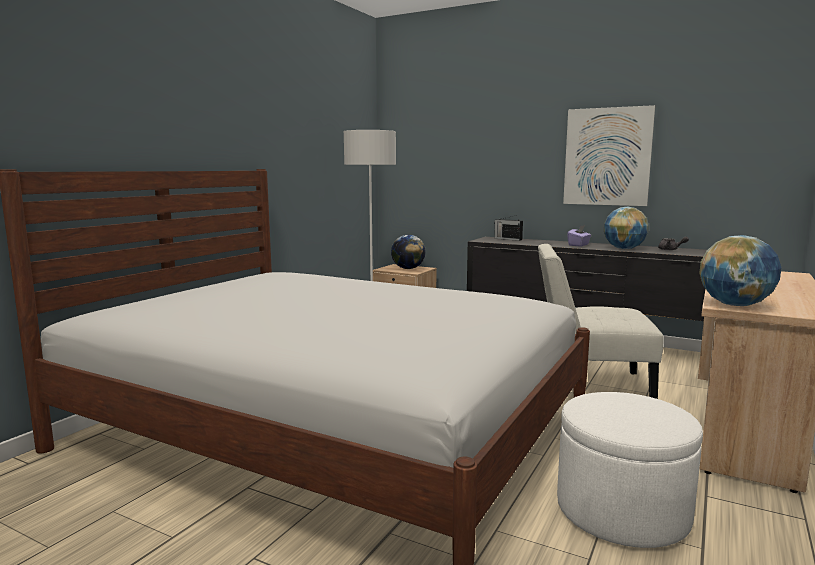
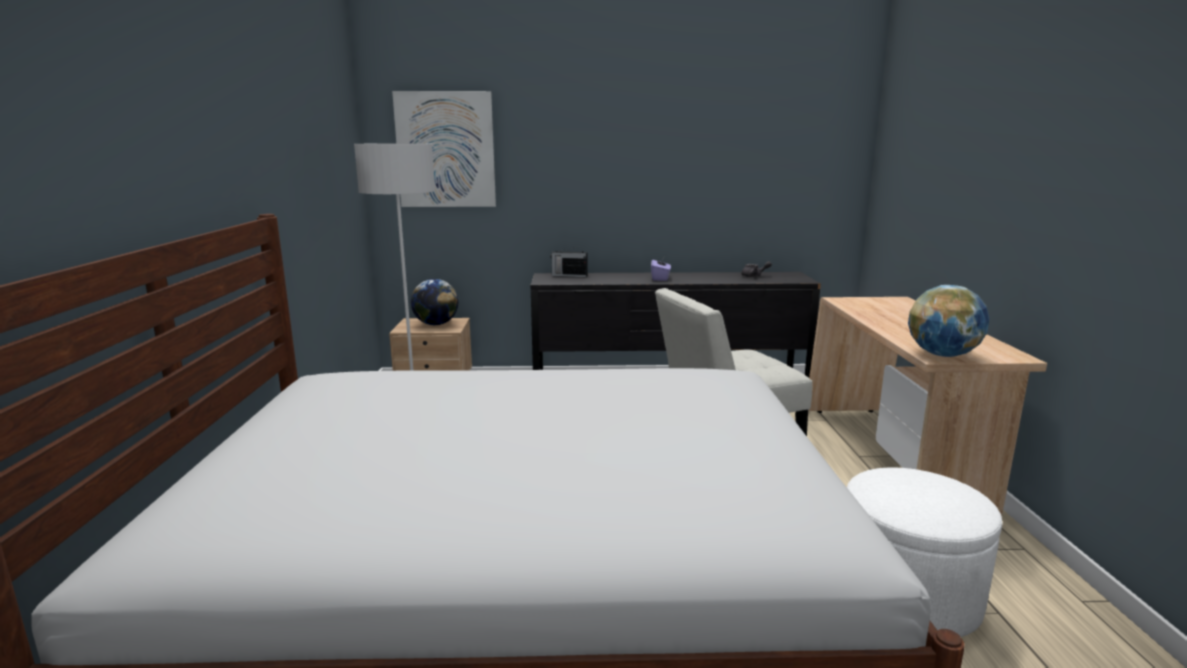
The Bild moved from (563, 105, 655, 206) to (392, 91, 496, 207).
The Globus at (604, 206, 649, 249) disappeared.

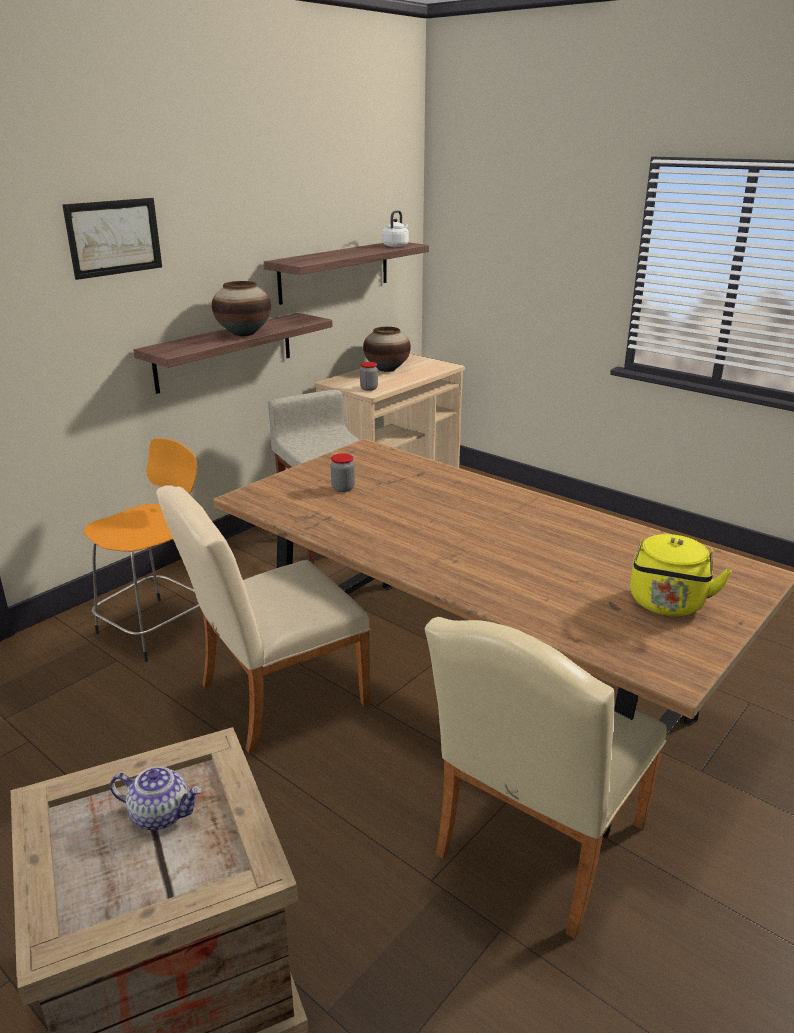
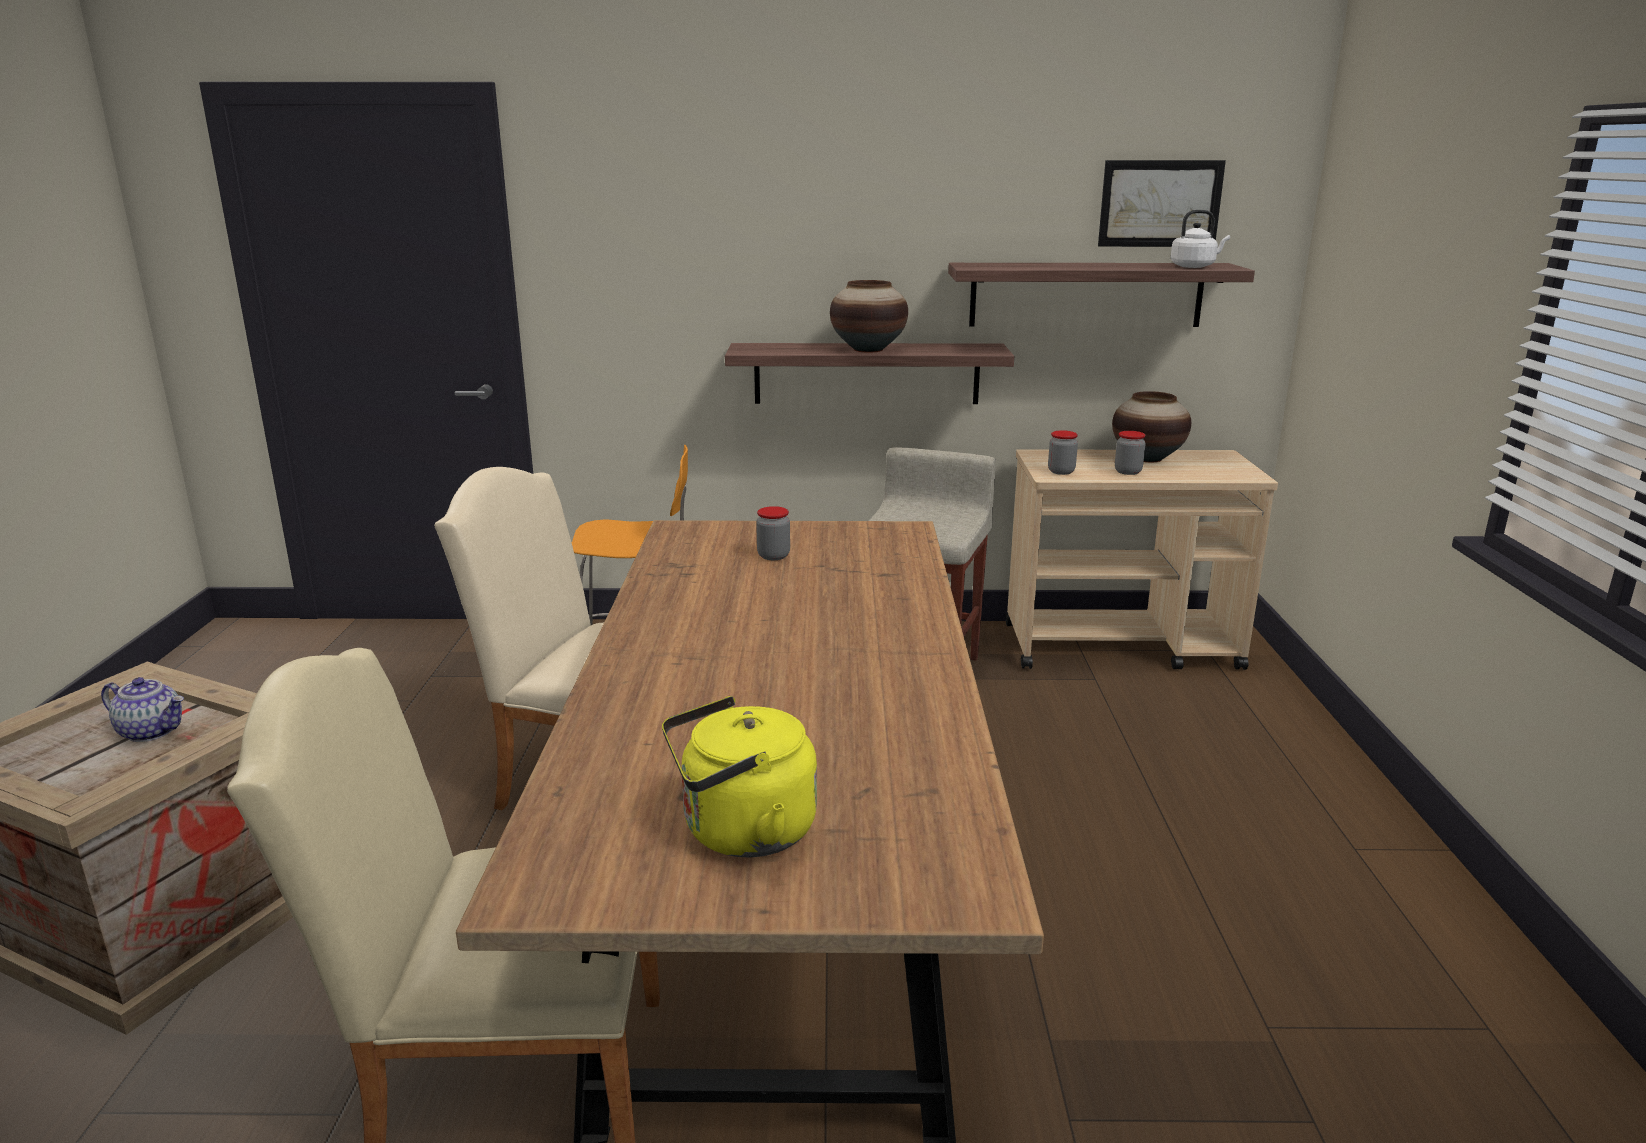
The Bild moved from (62, 198, 162, 280) to (1098, 160, 1226, 247).
The Teekanne at (110, 766, 202, 830) turned 45 degrees counterclockwise.
The Vorratsglas at (1115, 431, 1146, 475) appeared.

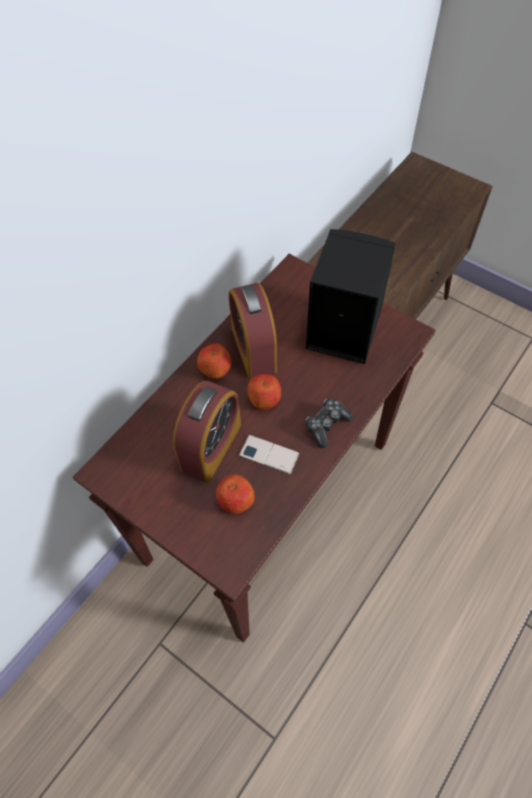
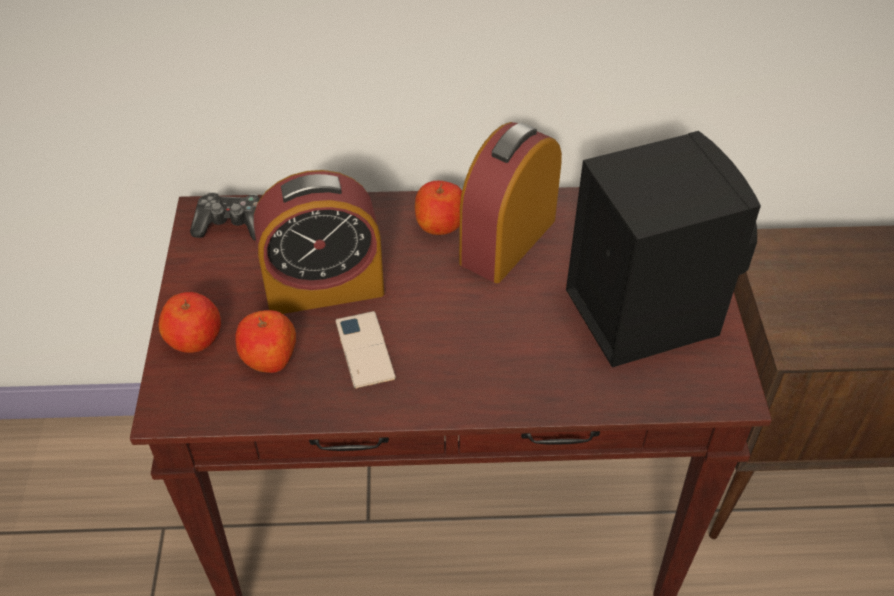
The Apfel moved from (247, 374, 281, 410) to (158, 292, 221, 353).
The Gamepad moved from (306, 399, 353, 448) to (190, 192, 260, 240).

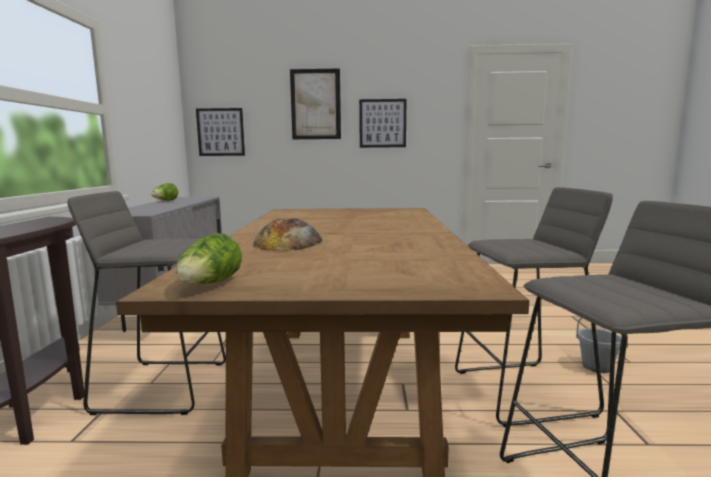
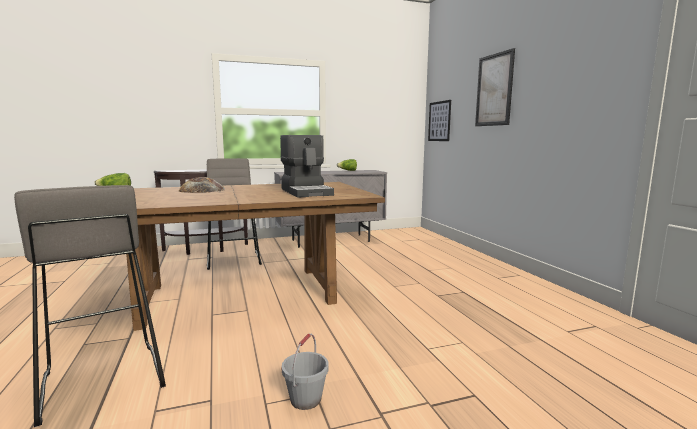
The Bild at (359, 99, 406, 148) disappeared.
The Hocker [grau] at (455, 187, 613, 427) disappeared.
The Kaffeemaschine at (280, 135, 334, 198) appeared.

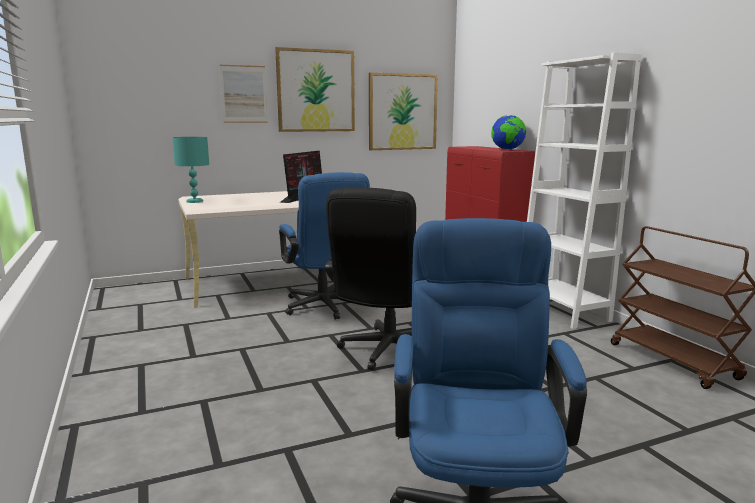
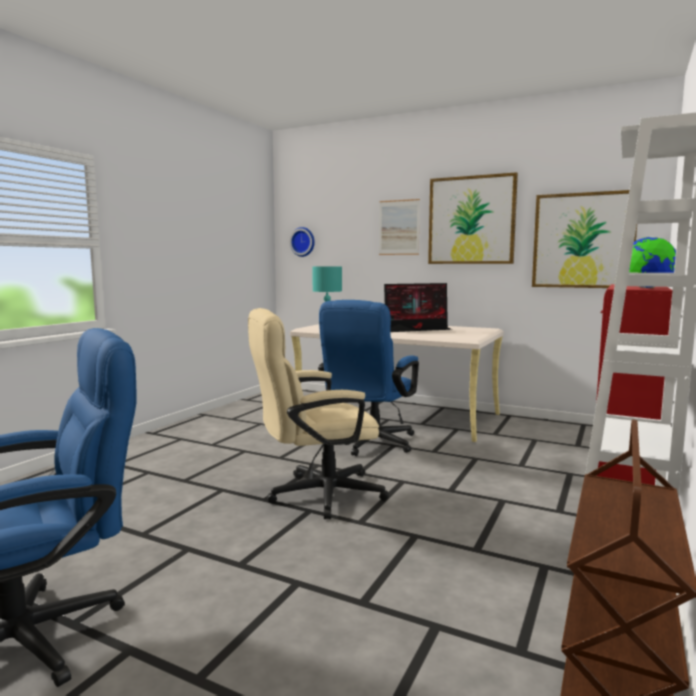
The Bürostuhl [schwarz] at (325, 187, 416, 371) became the Bürostuhl [beige] at (248, 308, 389, 519).
The Wanduhr at (290, 227, 315, 257) appeared.

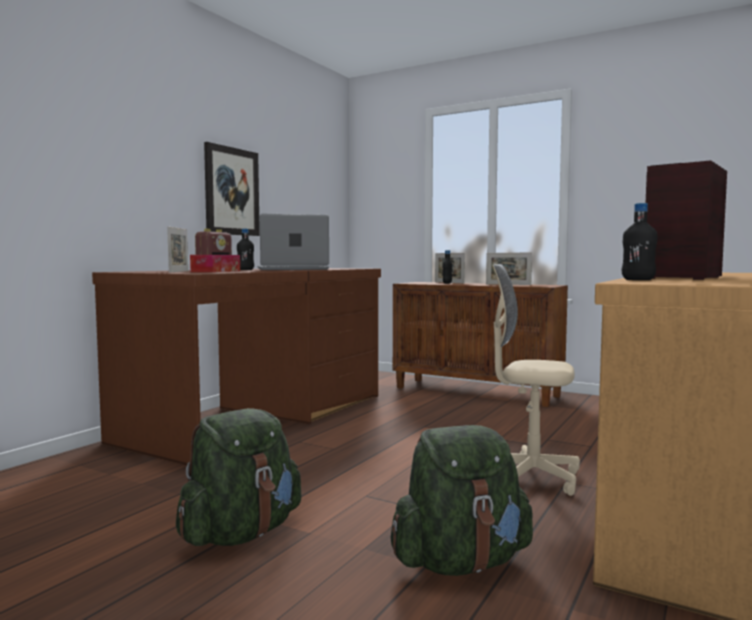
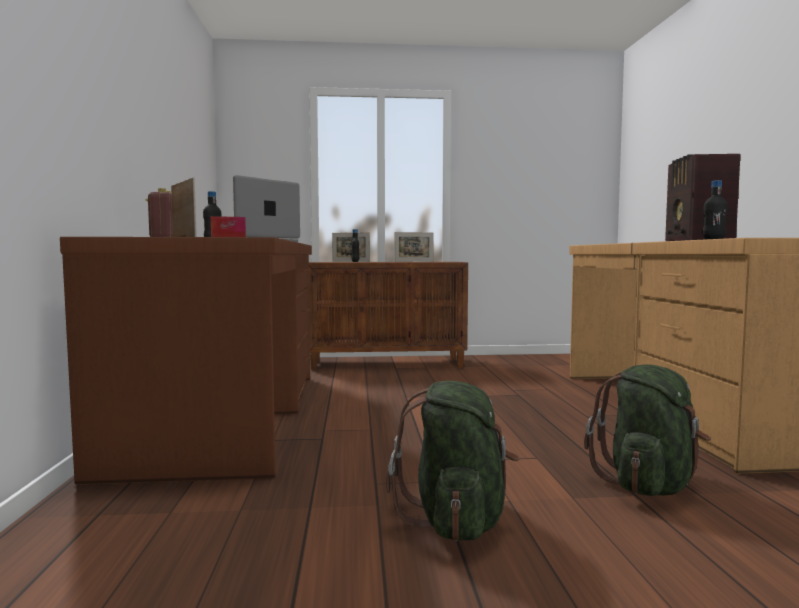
The Bild at (204, 142, 260, 236) disappeared.
The Bürostuhl [beige] at (493, 264, 580, 496) disappeared.

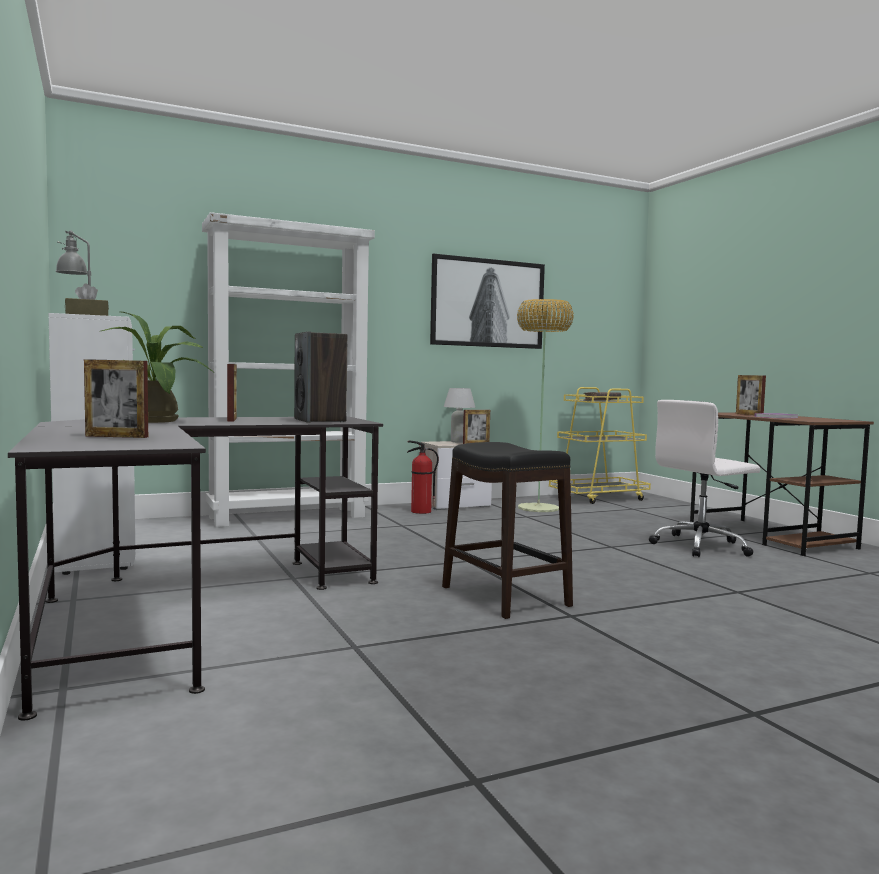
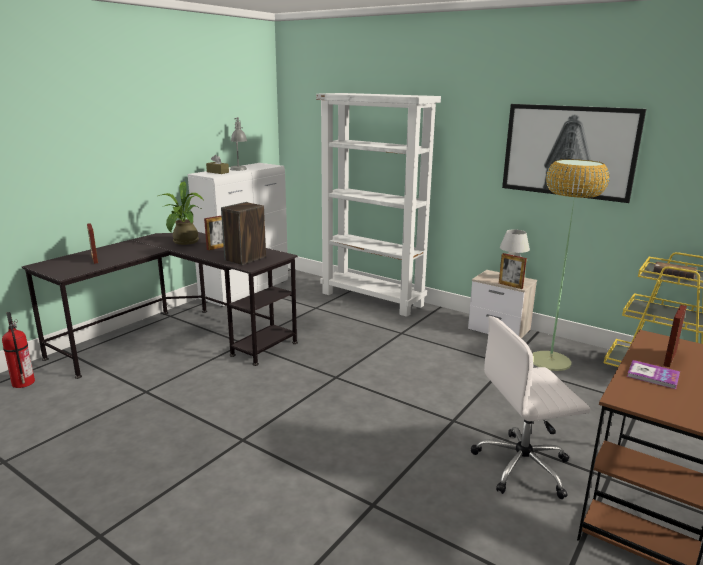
The Bürostuhl [weiß] at (649, 400, 760, 557) turned 45 degrees counterclockwise.
The Feuerlöscher moved from (407, 441, 439, 514) to (2, 312, 35, 388).
The Hocker [schwarz] at (442, 442, 573, 619) disappeared.

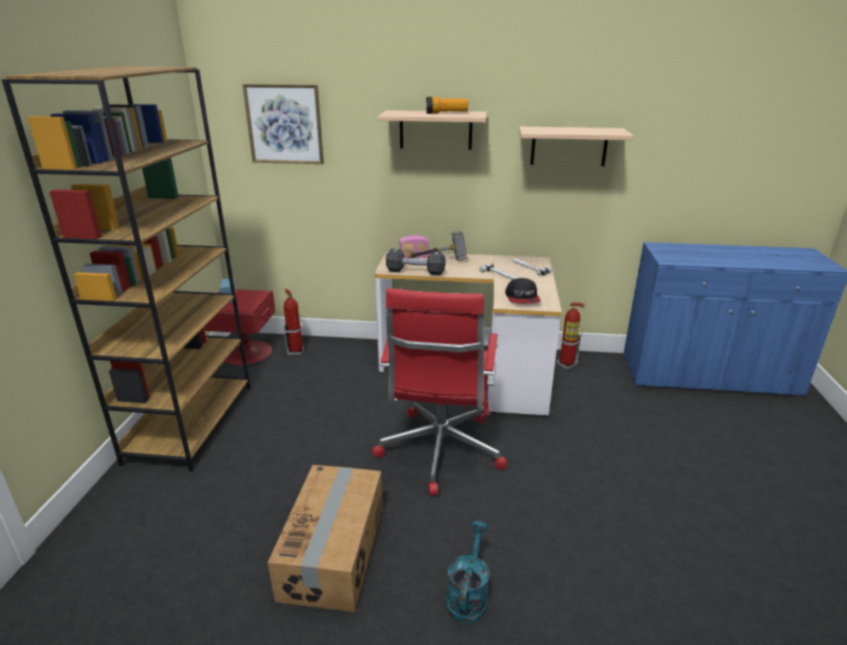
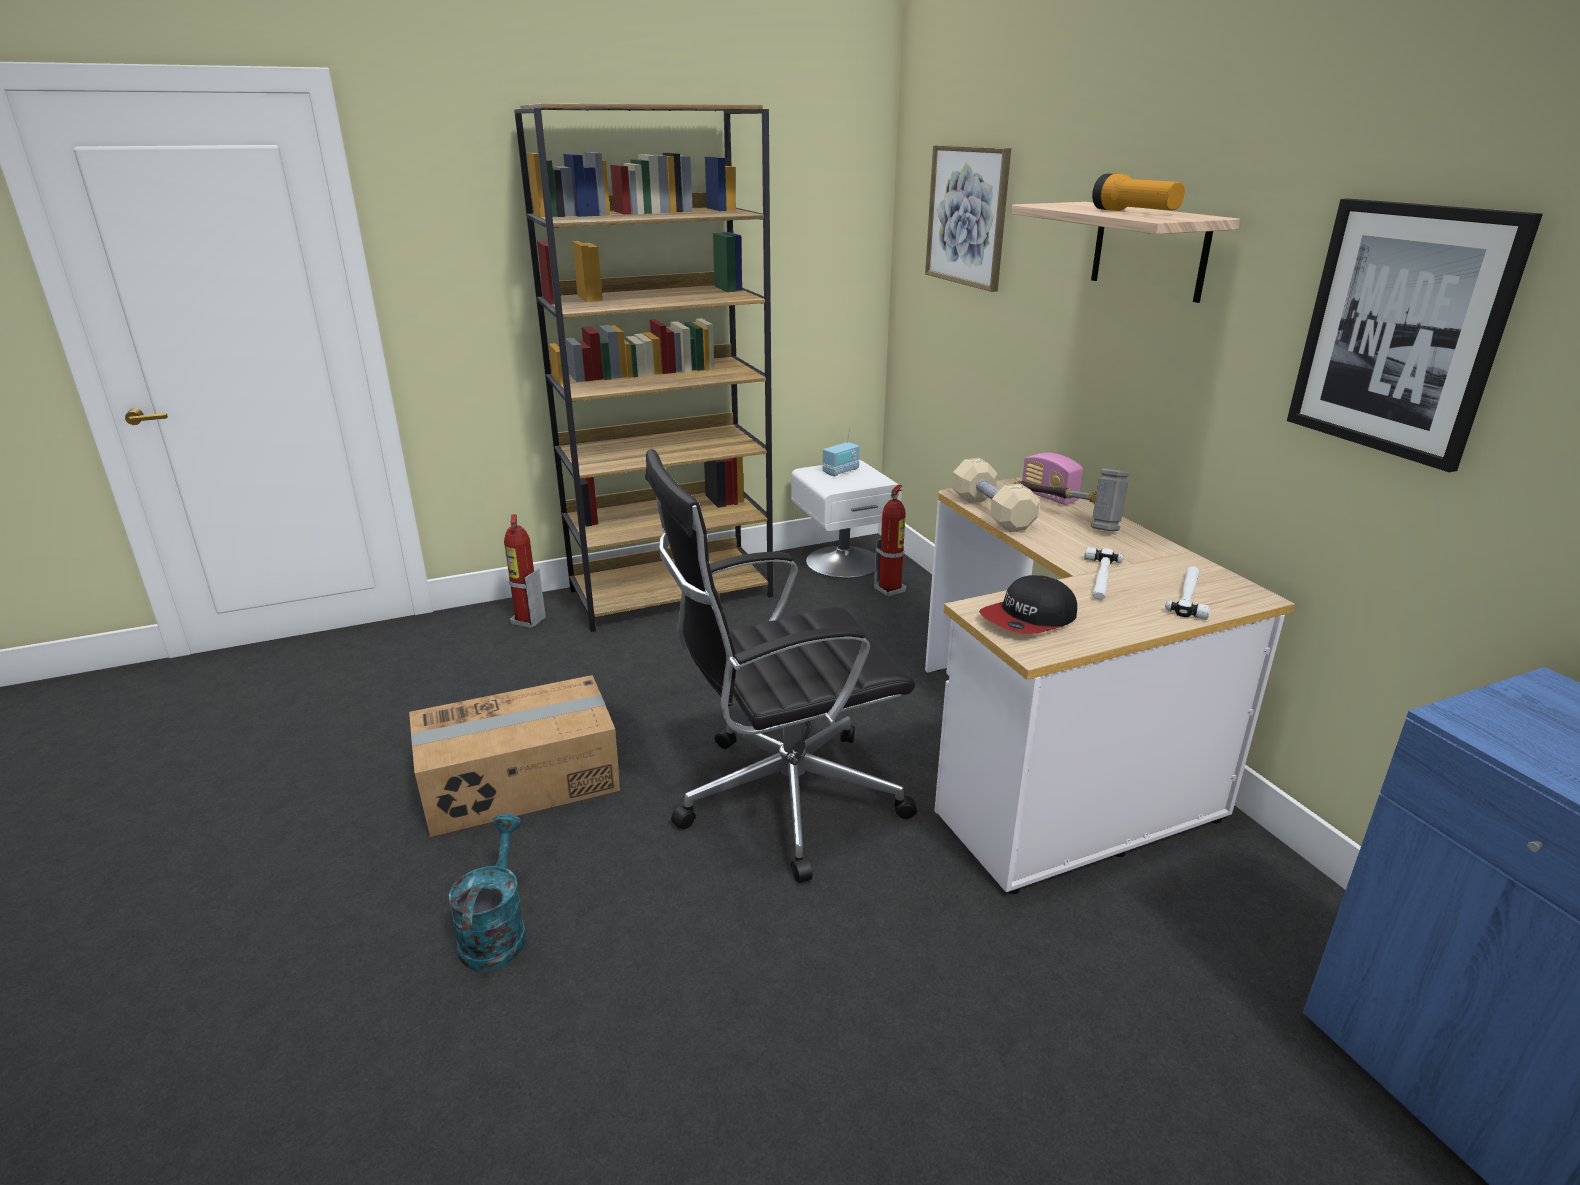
The Wandregal at (519, 127, 634, 166) was replaced by the Bild at (1287, 199, 1543, 472).
The Hantel [schwarz] at (386, 249, 446, 275) became the Hantel [beige] at (952, 458, 1040, 532).
The Bürostuhl [rot] at (372, 288, 507, 496) became the Bürostuhl [schwarz] at (645, 449, 917, 883).
The Nachttisch [rot] at (204, 289, 275, 365) became the Nachttisch [weiß] at (791, 460, 902, 578).
The Feuerlöscher moved from (556, 302, 585, 369) to (504, 514, 546, 628).
The Gießkanne [türkis] at (446, 521, 490, 624) turned 75 degrees counterclockwise.

